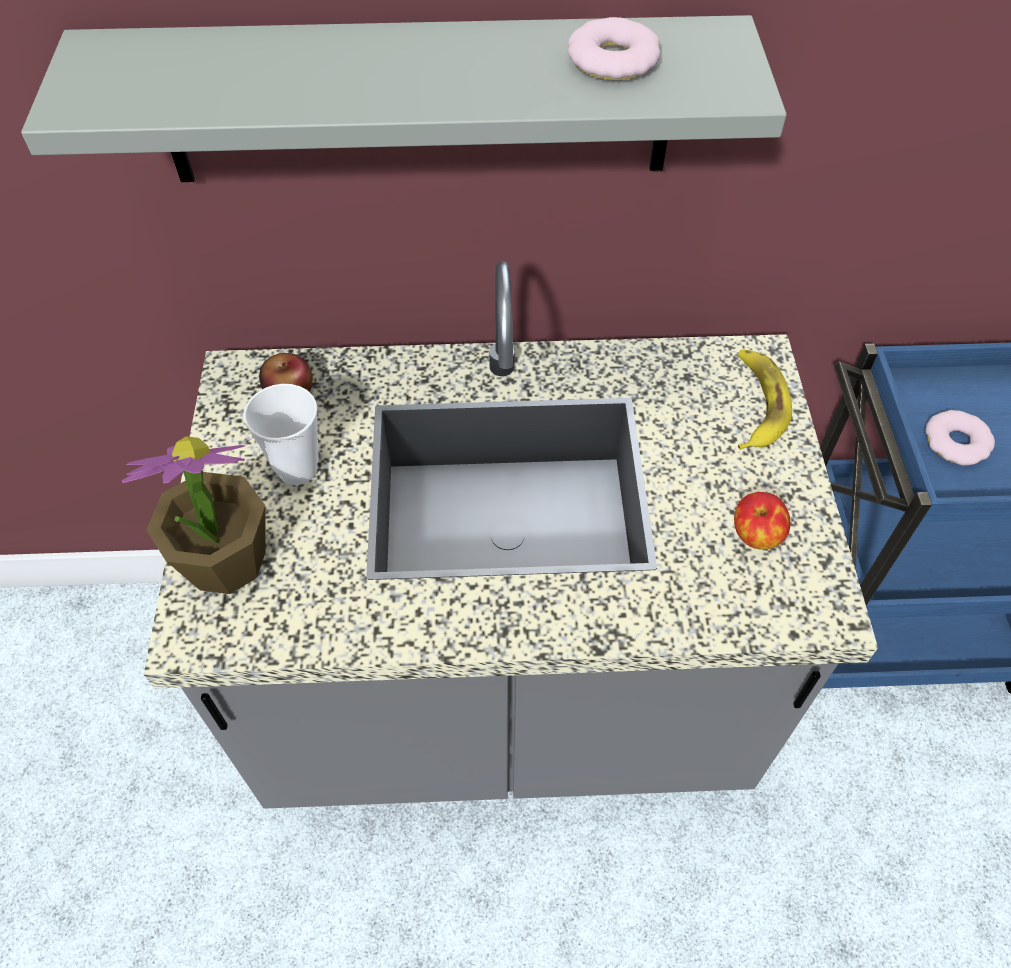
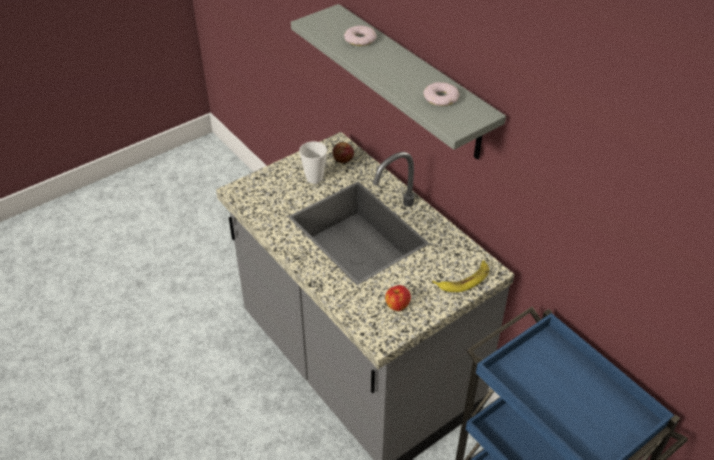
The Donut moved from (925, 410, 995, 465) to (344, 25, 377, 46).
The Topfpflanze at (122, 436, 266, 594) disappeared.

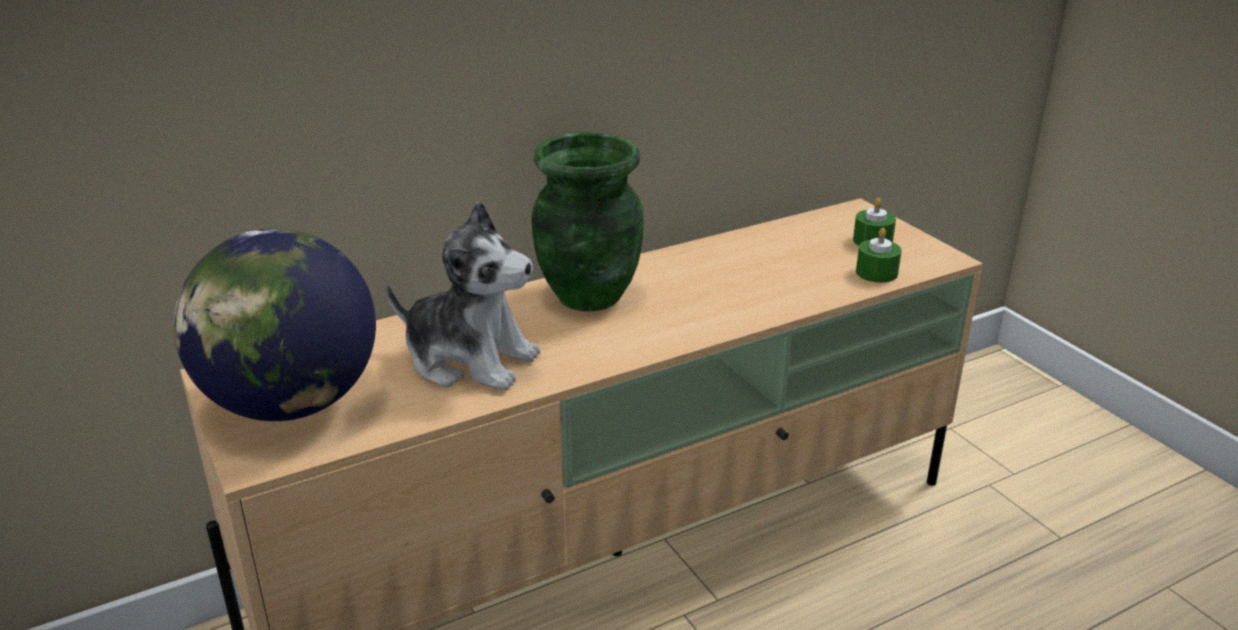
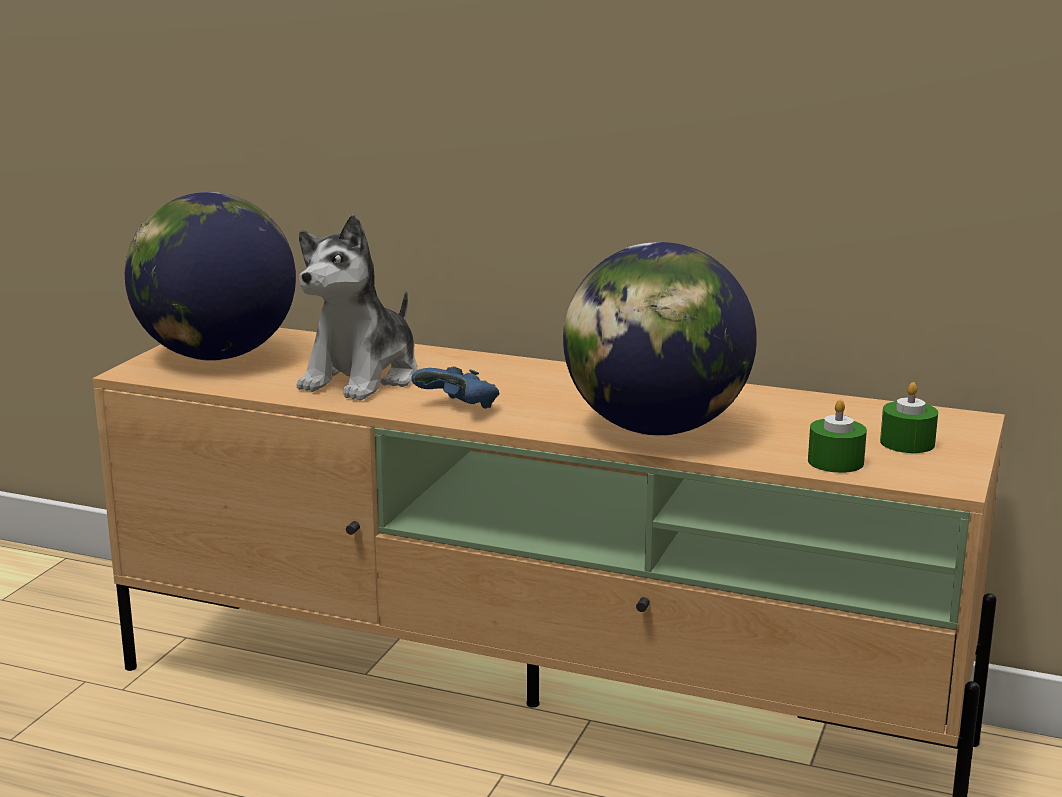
The Vase [grün] at (532, 132, 644, 311) disappeared.
The Plüschtier at (386, 201, 540, 391) turned 45 degrees clockwise.
The Globus at (563, 242, 757, 436) appeared.
The Gamepad [blau] at (411, 366, 500, 409) appeared.

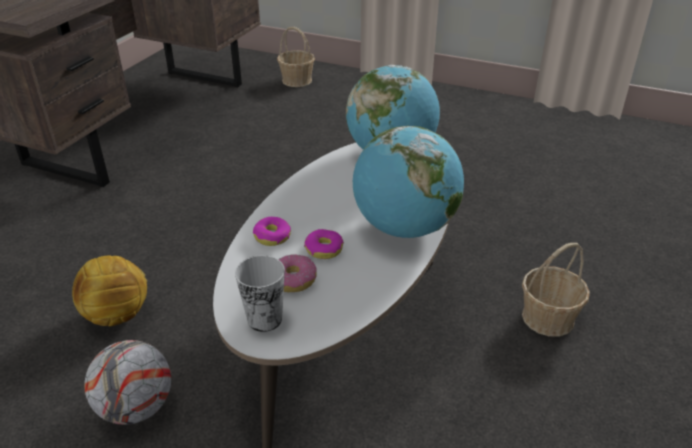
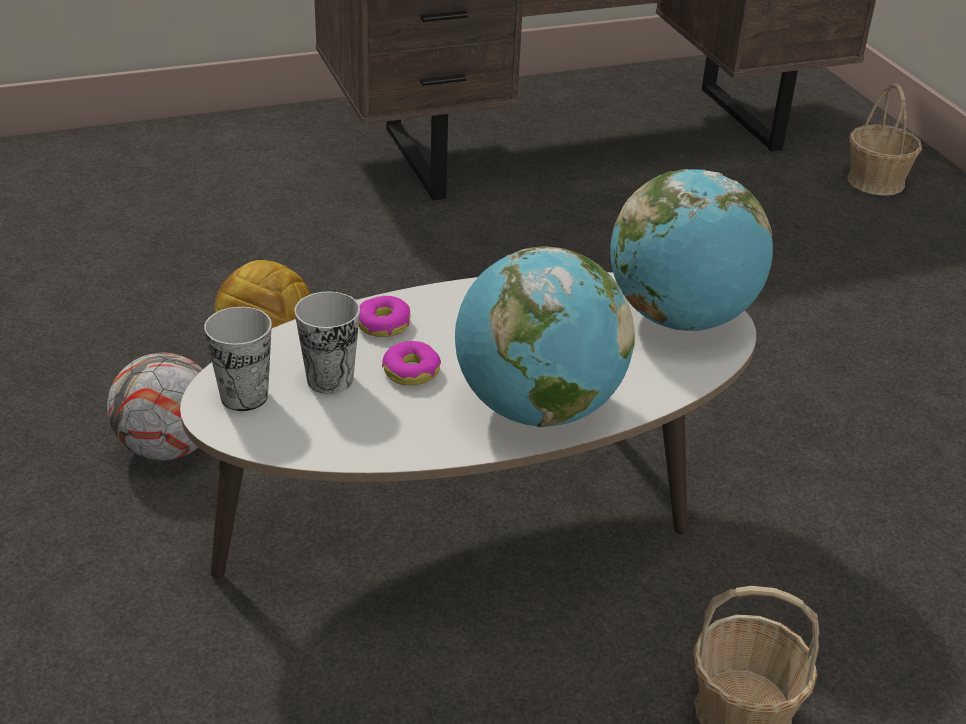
The Donut at (278, 254, 317, 292) was replaced by the Tasse at (295, 291, 360, 394).

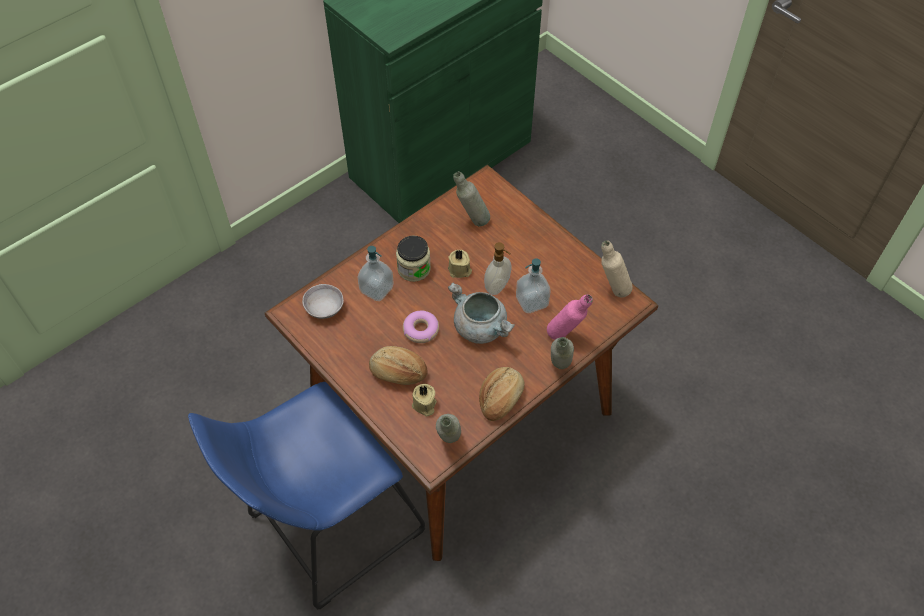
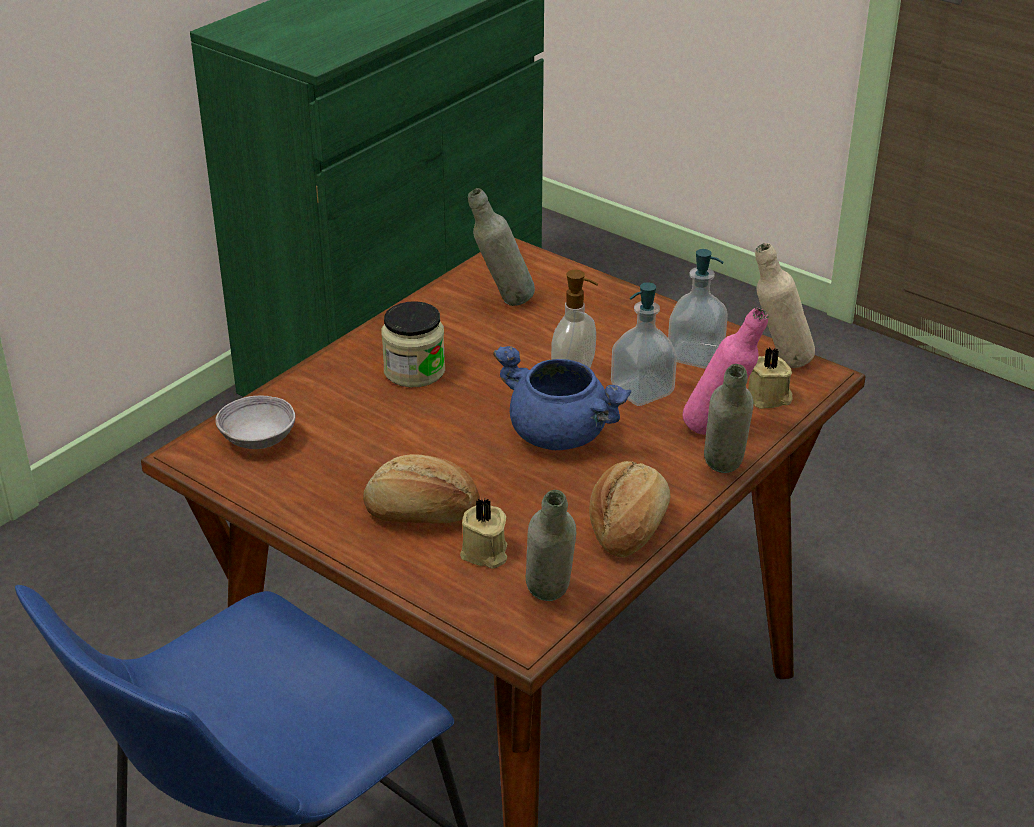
The Seifenspender moved from (357, 246, 394, 301) to (668, 249, 728, 369).
The Kerze [beige] moved from (448, 250, 472, 278) to (748, 348, 793, 409).
The Kochtopf [grau] at (448, 283, 515, 344) became the Kochtopf [blau] at (493, 346, 631, 450).
The Donut at (403, 311, 439, 343) disappeared.

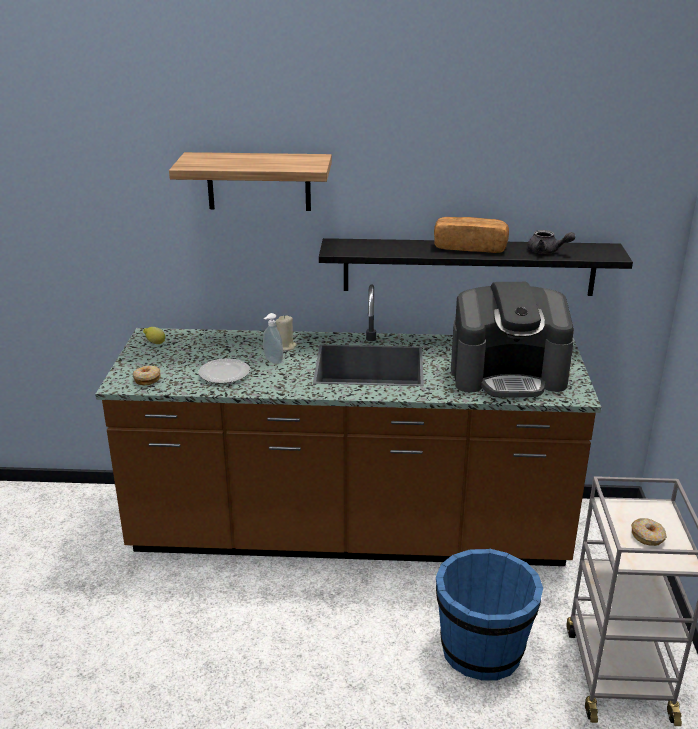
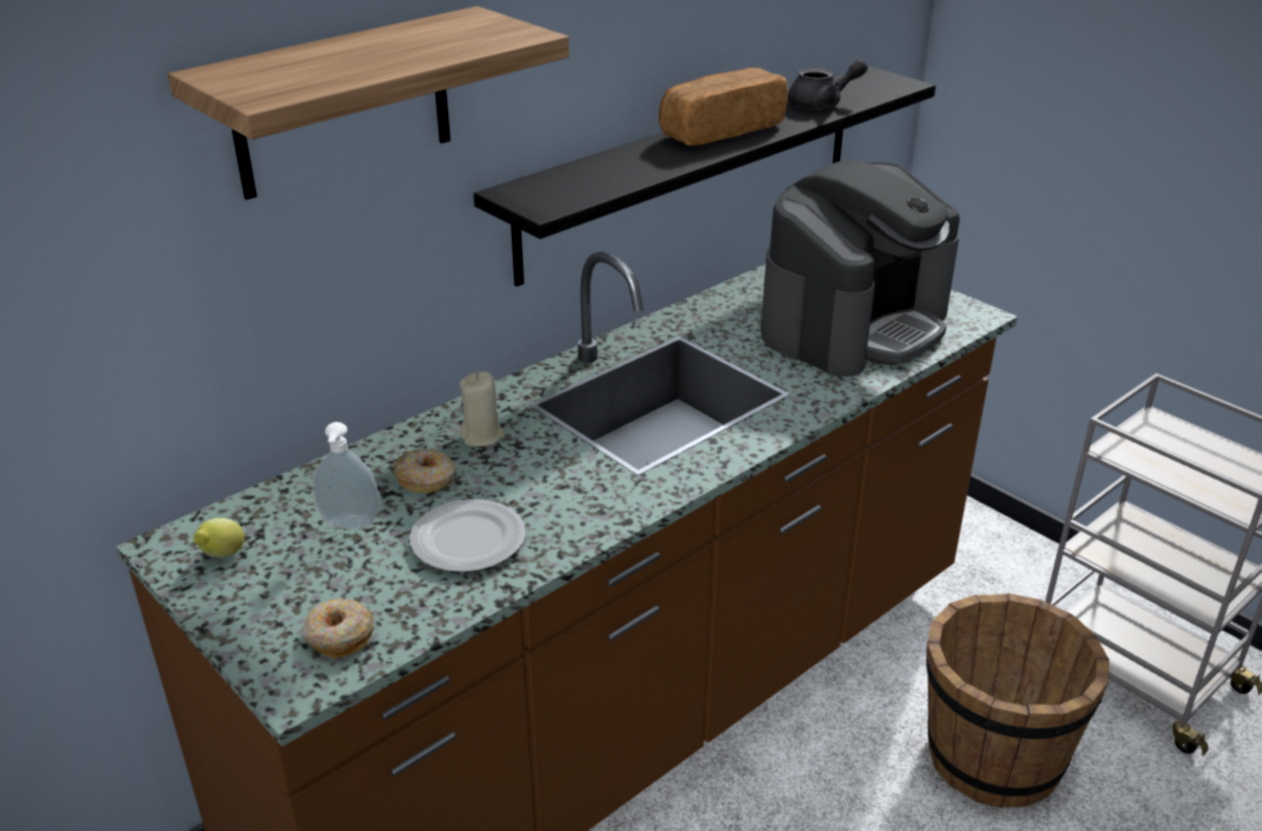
The Seifenspender moved from (263, 313, 283, 364) to (313, 422, 380, 528).
The Donut moved from (631, 518, 667, 546) to (393, 449, 456, 493).
The Eimer [blau] at (436, 548, 543, 681) became the Eimer [braun] at (926, 593, 1109, 808).

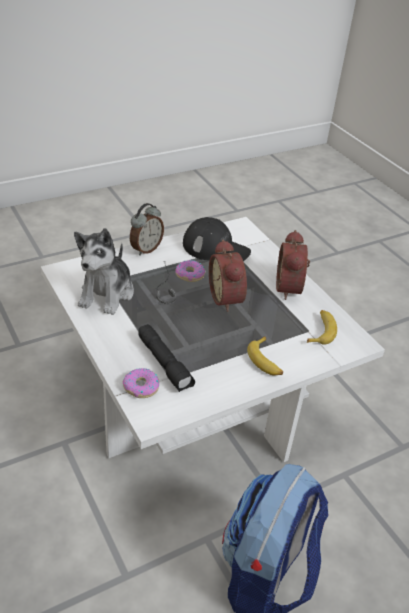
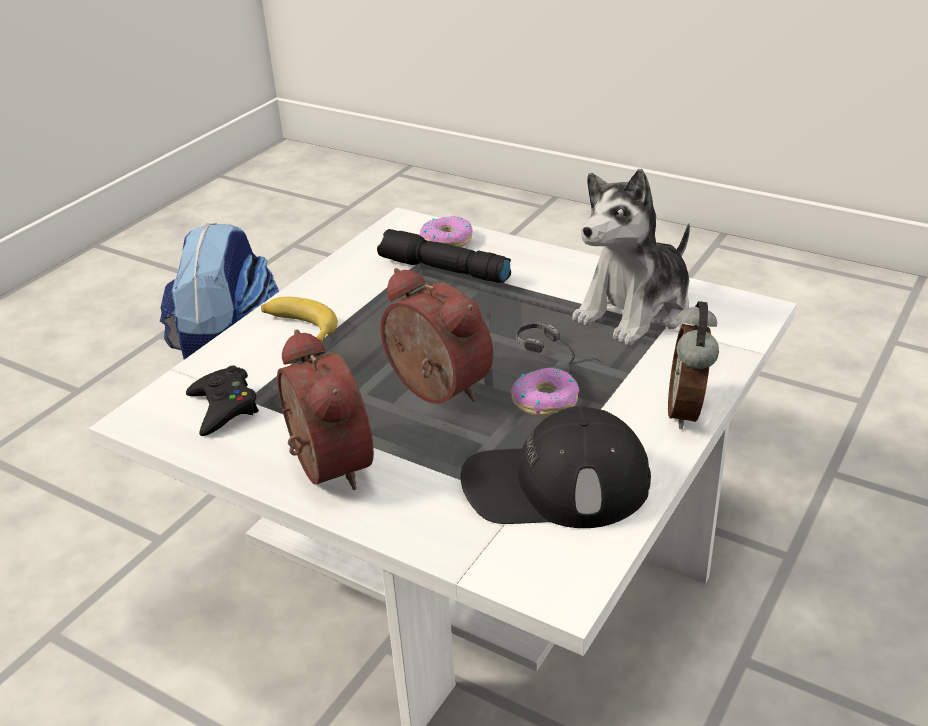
The Plüschtier at (74, 228, 134, 315) turned 120 degrees counterclockwise.
The Banane at (307, 310, 337, 345) was replaced by the Gamepad [schwarz] at (186, 365, 259, 436).

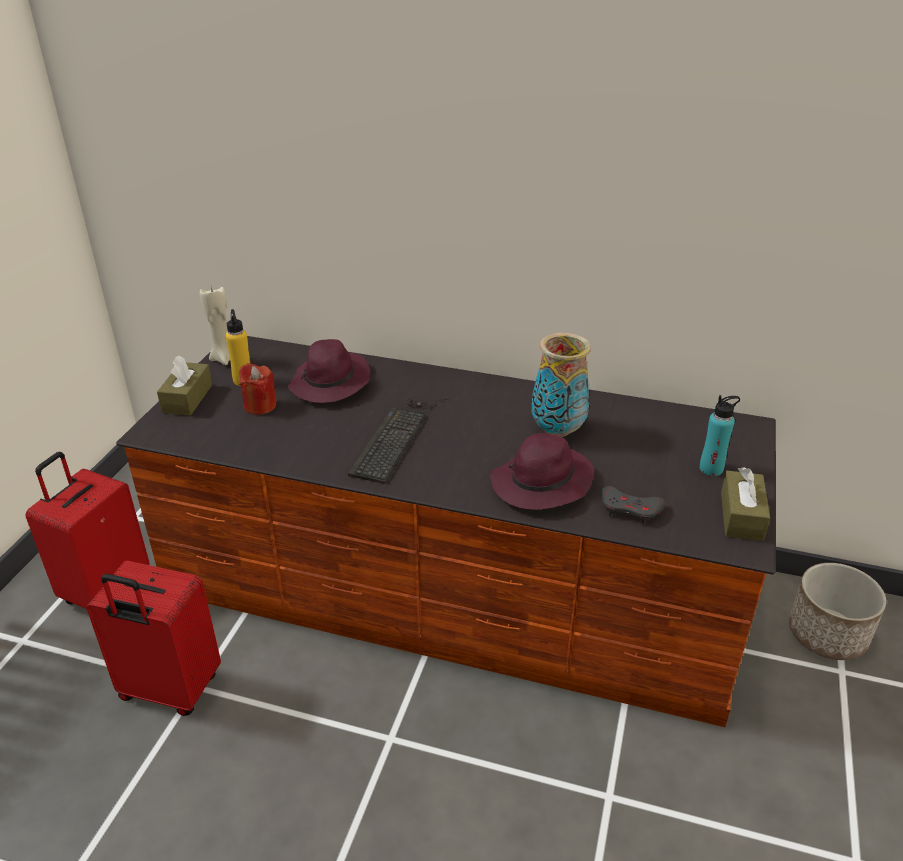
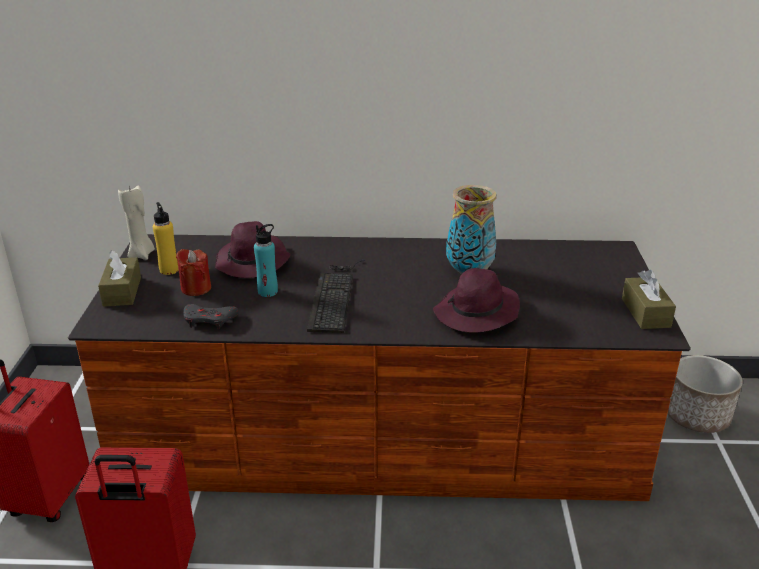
The Flasche [türkis] moved from (700, 395, 740, 476) to (254, 224, 278, 297).
The Gamepad [grau] moved from (601, 486, 665, 525) to (183, 304, 239, 329).

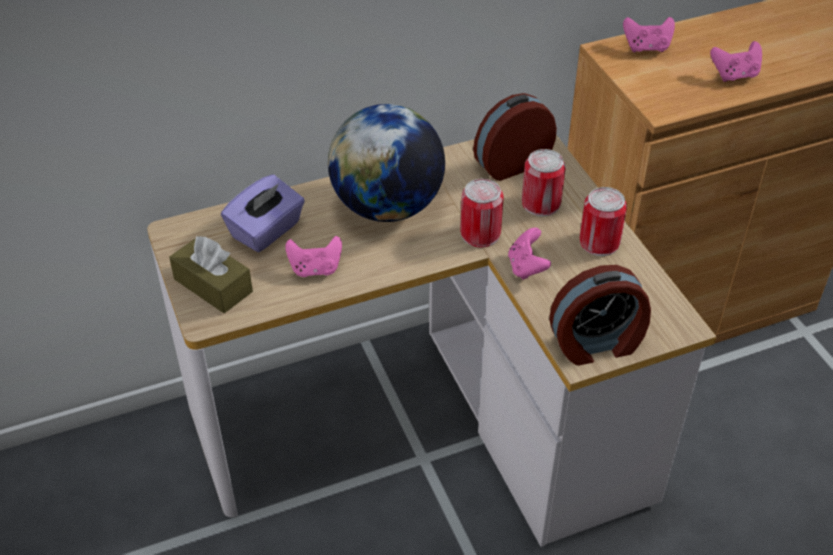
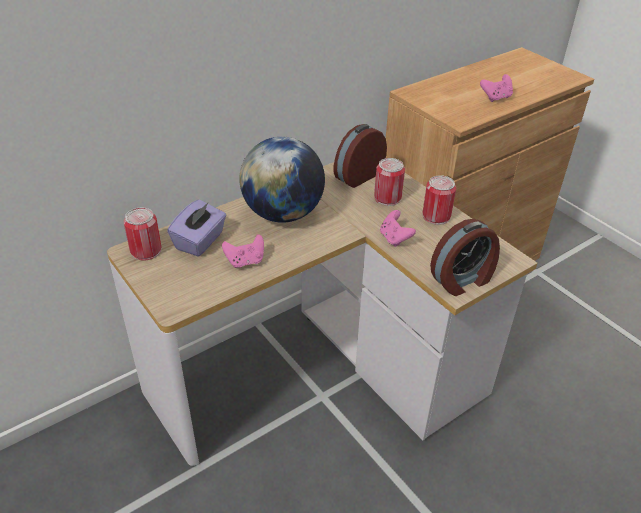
The Gamepad [rosa] at (623, 17, 675, 52) disappeared.
The Dose moved from (460, 179, 504, 248) to (124, 208, 161, 260).
The Taschentuchbox [braun] at (169, 236, 253, 313) disappeared.

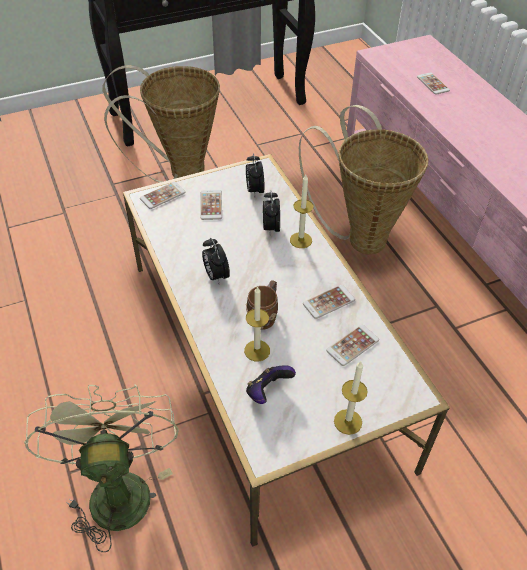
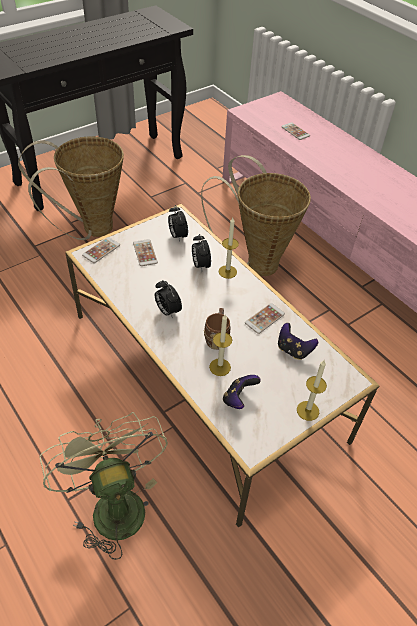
The Handy at (326, 325, 379, 366) was replaced by the Gamepad at (278, 323, 318, 360).

